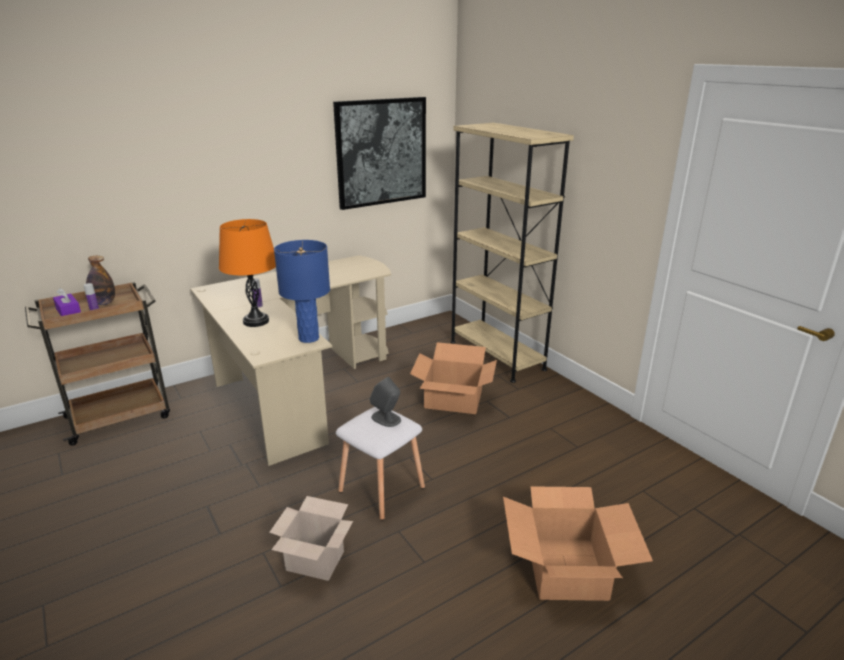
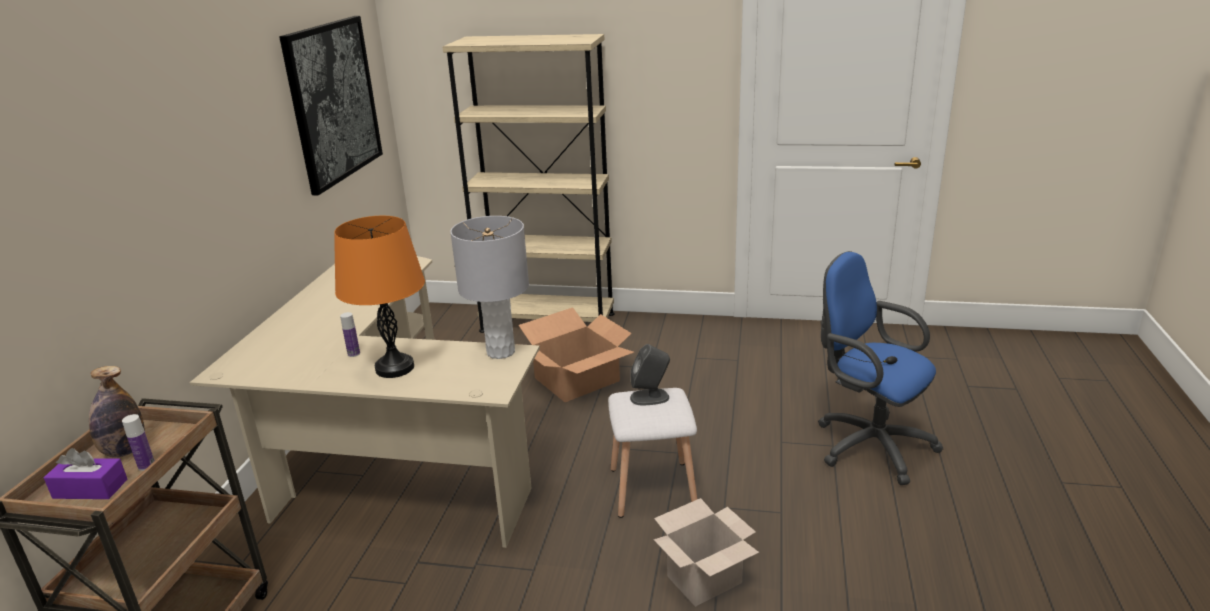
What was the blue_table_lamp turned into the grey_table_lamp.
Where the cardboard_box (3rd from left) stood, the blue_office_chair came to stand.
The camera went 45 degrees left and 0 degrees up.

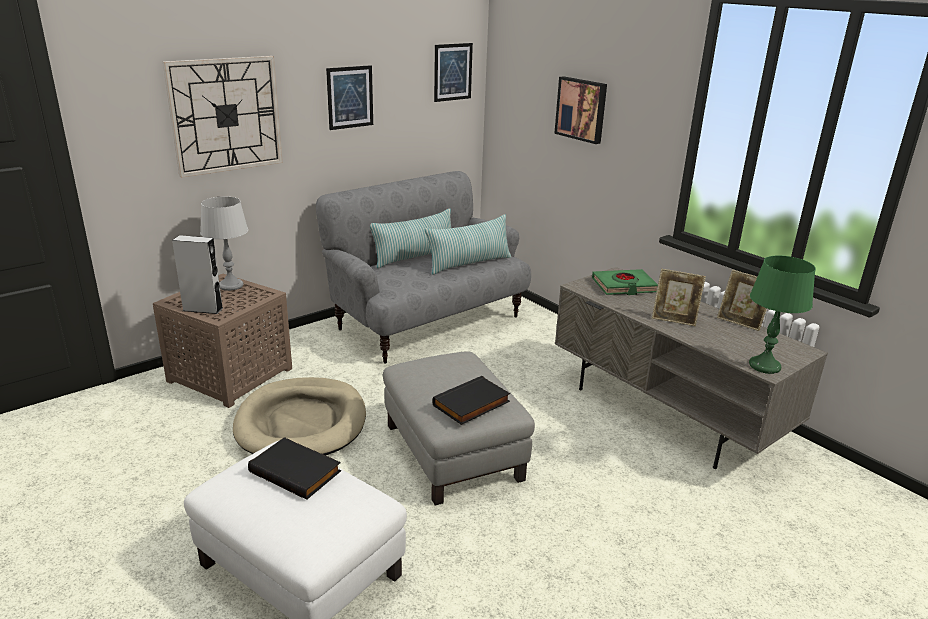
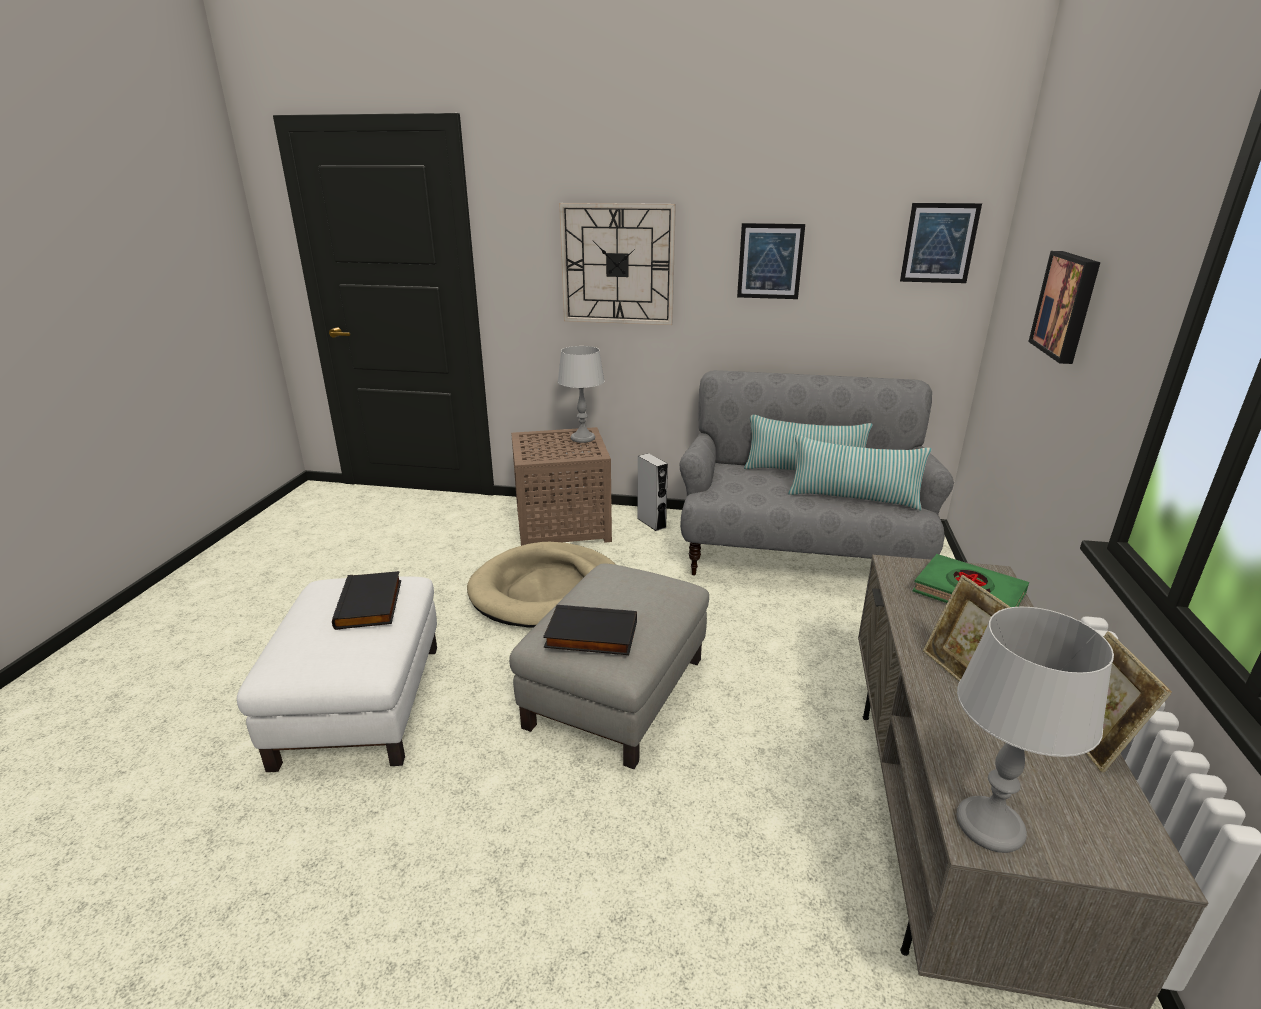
The grey_speaker ended up elsewhere.
What was the green_table_lamp turned into the grey_table_lamp (2nd from left).
The camera went 50 degrees right and 0 degrees up.

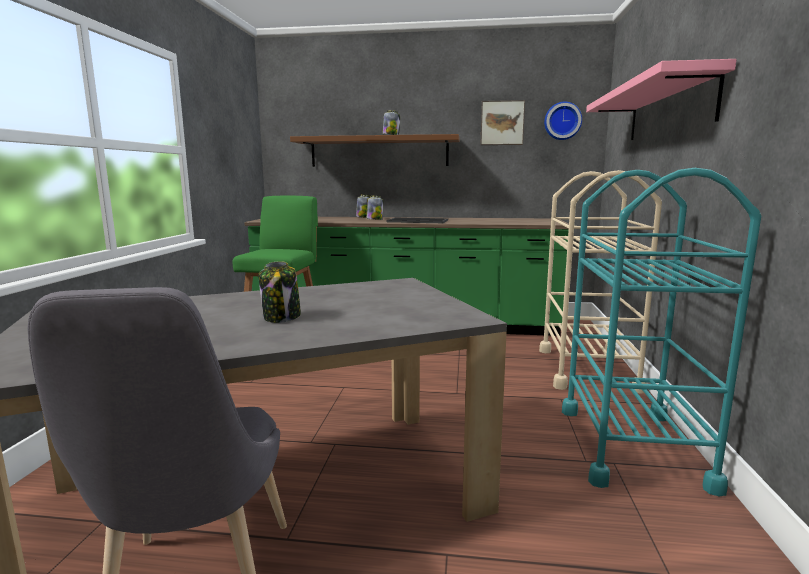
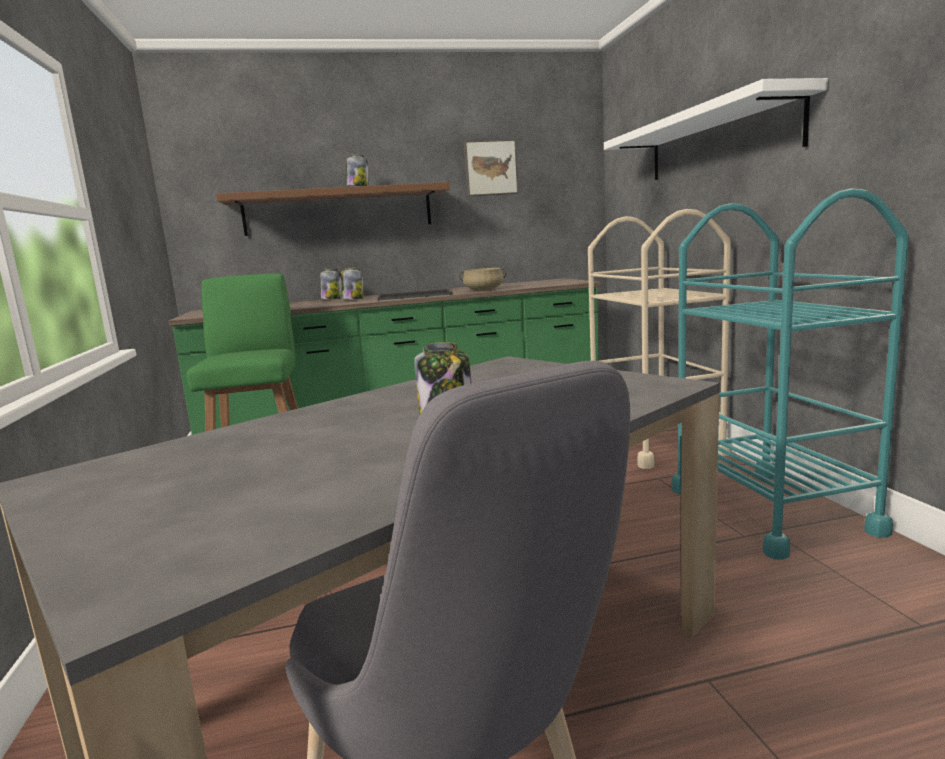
The second view lost the wall_clock.
What was the pink_shelf turned into the white_shelf.
The second view gained the beige_cooking_pot.
The camera went 20 degrees left and 0 degrees up.

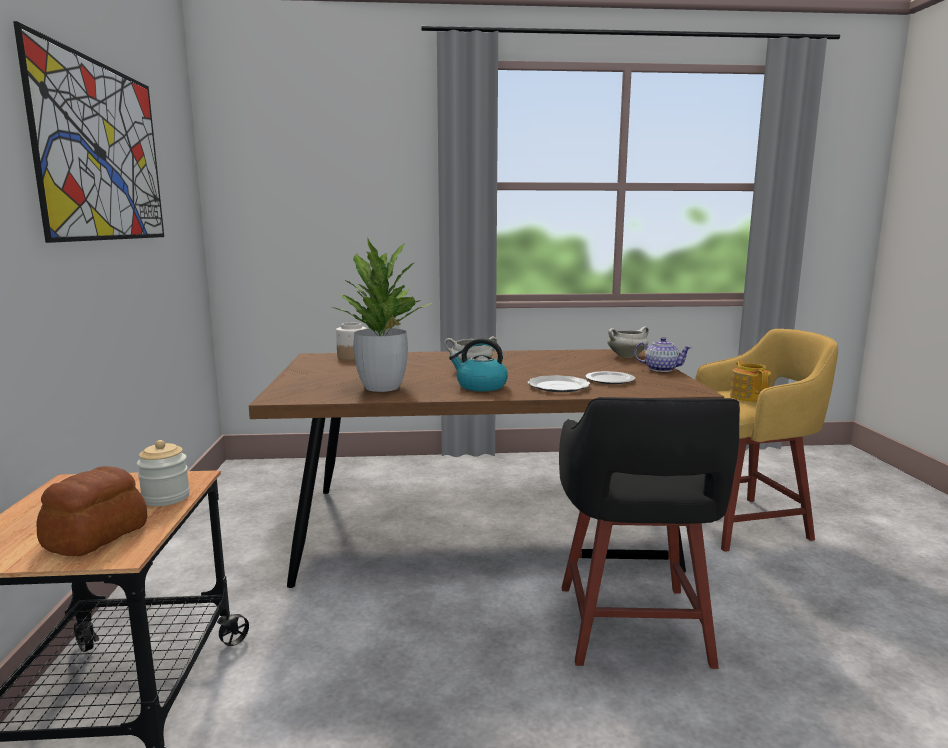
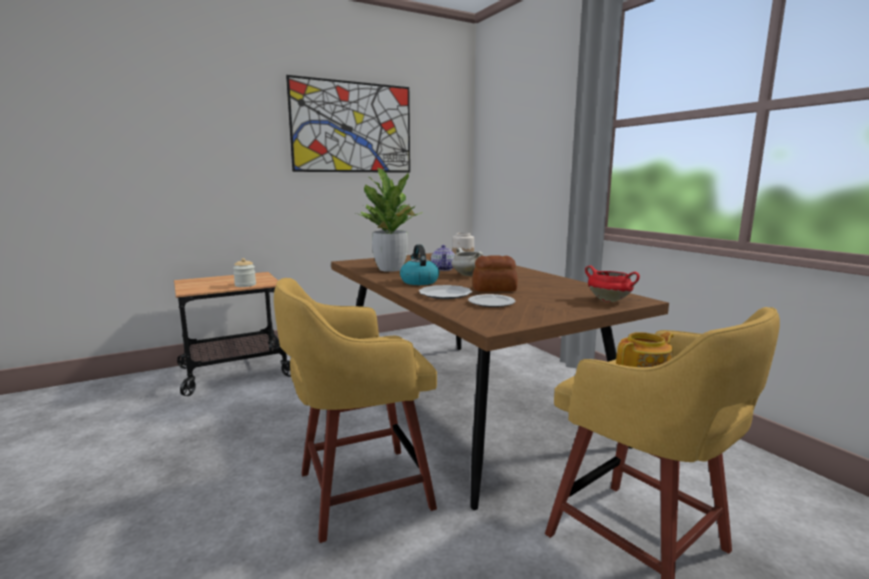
The bread ended up elsewhere.
What was the black_stool turned into the yellow_stool (1st from left).
What was the white_cooking_pot (2nd from left) turned into the red_cooking_pot.
The teapot (1st from left) ended up elsewhere.
The camera went 65 degrees right and 0 degrees up.

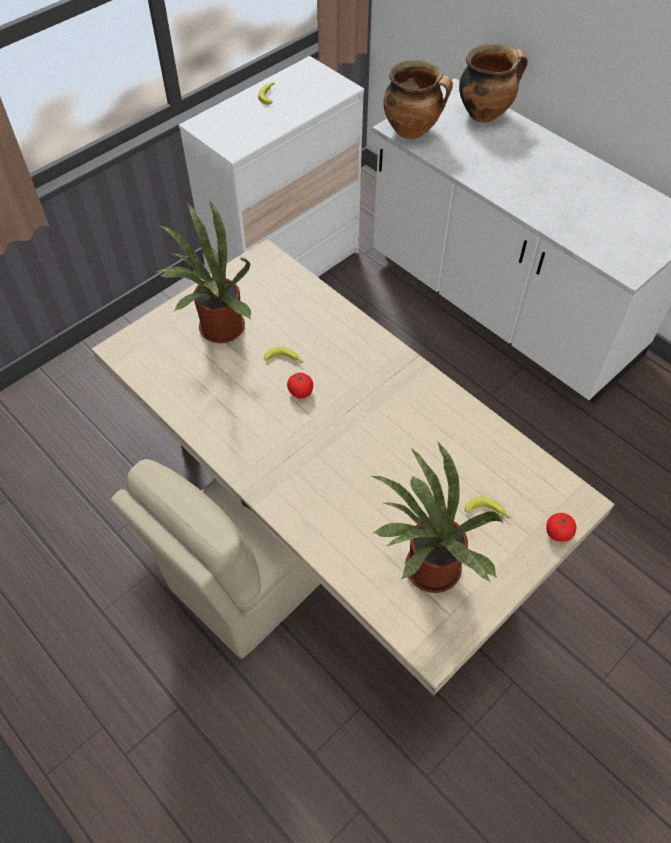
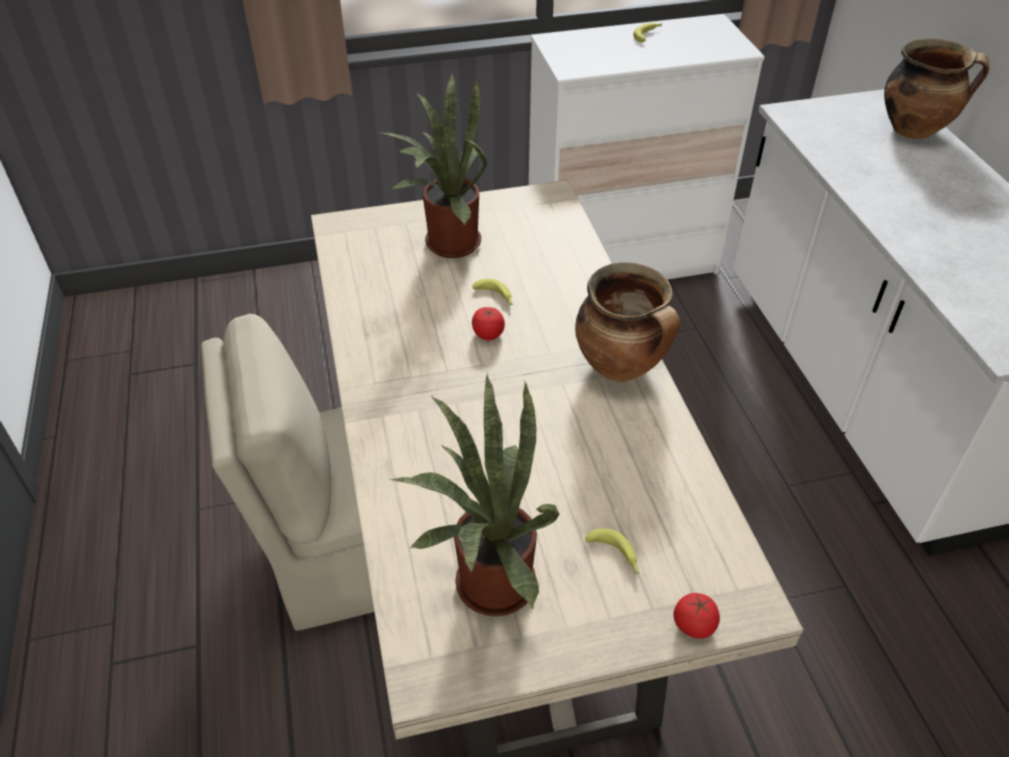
The cooking_pot (1st from left) ended up elsewhere.
The camera went 30 degrees right and 10 degrees down.

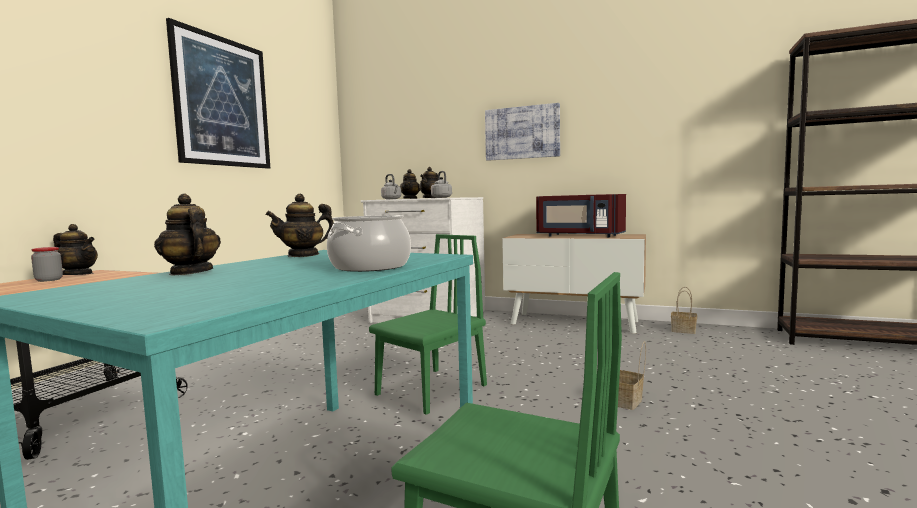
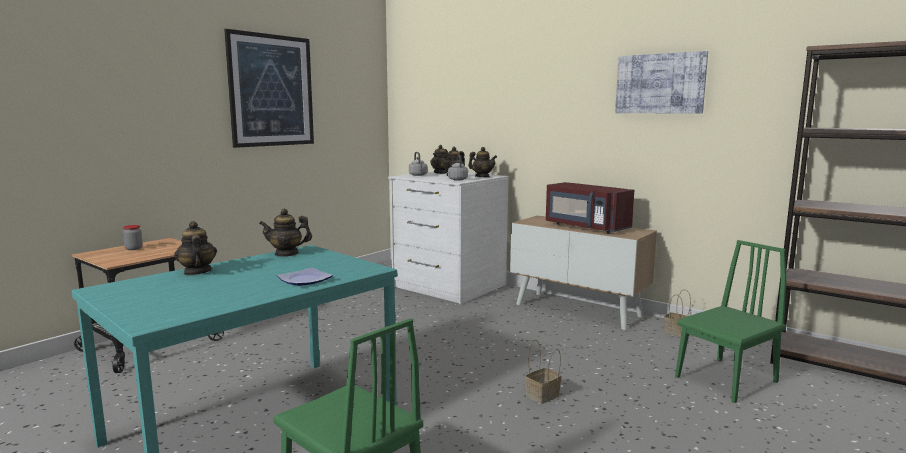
The teapot (1st from left in the first image) ended up elsewhere.
Where the cooking_pot stood, the plate came to stand.
The green_chair (1st from left in the first image) ended up elsewhere.
The picture (2nd from left) ended up elsewhere.
The camera went 15 degrees right and 5 degrees up.

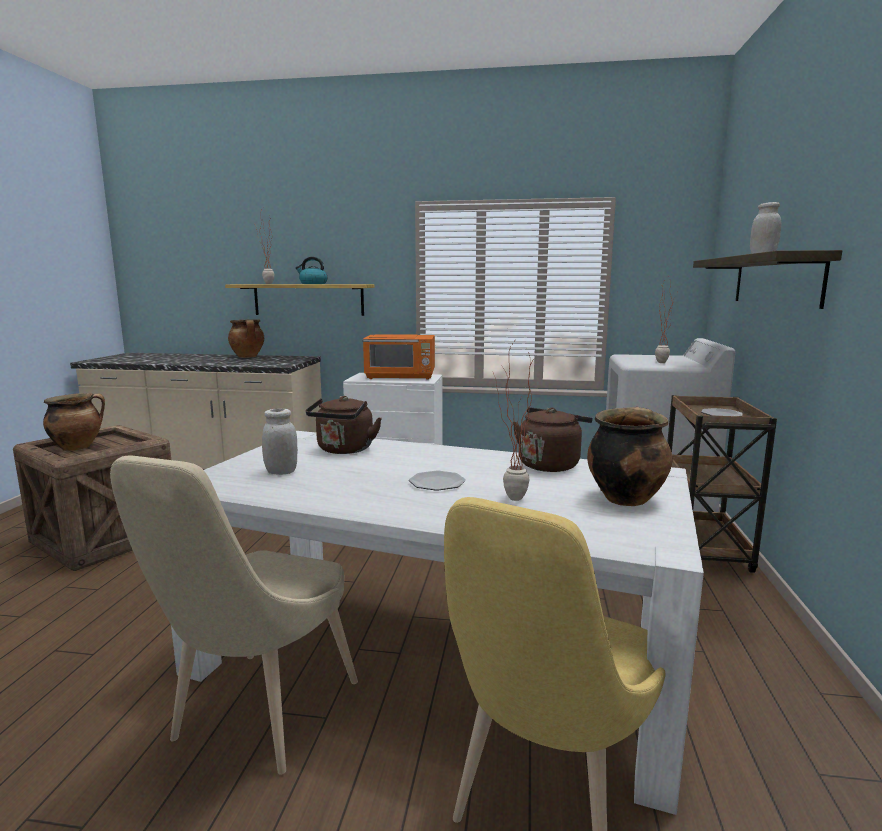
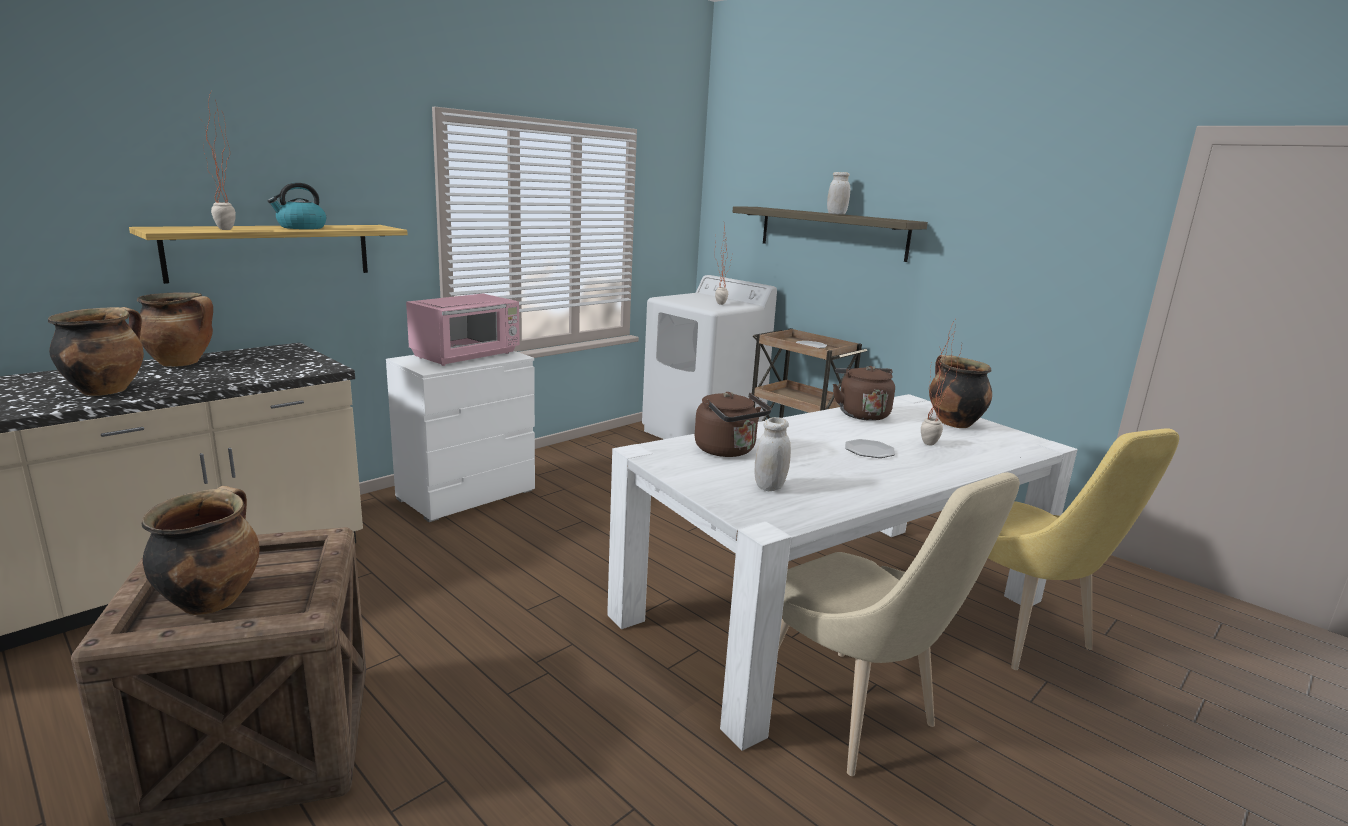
What was the orange_microwave turned into the pink_microwave.
The second view gained the cooking_pot (1st from left).
The camera went 55 degrees left and 5 degrees up.

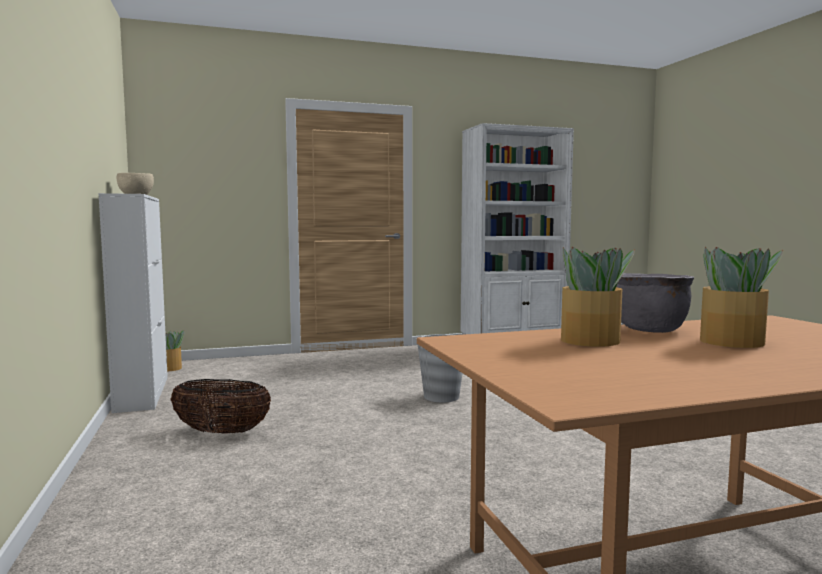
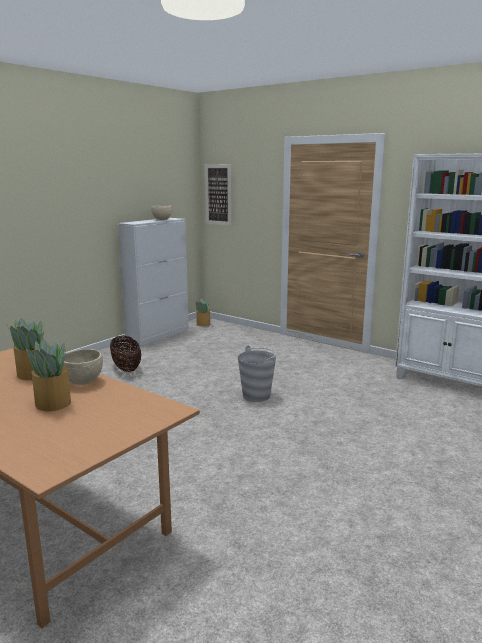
Where the grey_cooking_pot stood, the beige_bowl (1st from left) came to stand.
The second view gained the picture.
The camera went 55 degrees right and 10 degrees up.

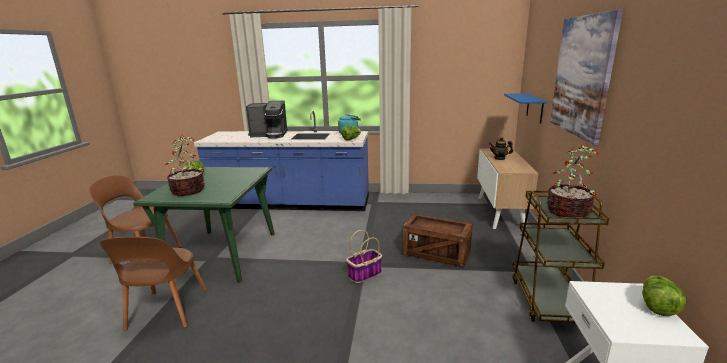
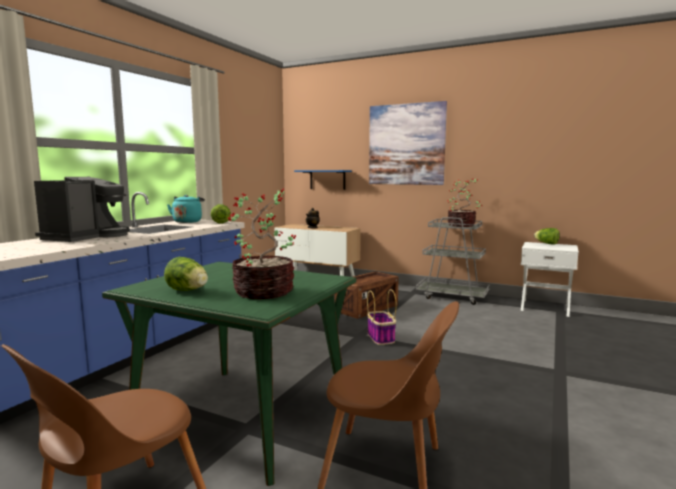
What was the brown_cart turned into the grey_cart.
The camera went 70 degrees left and 10 degrees down.

